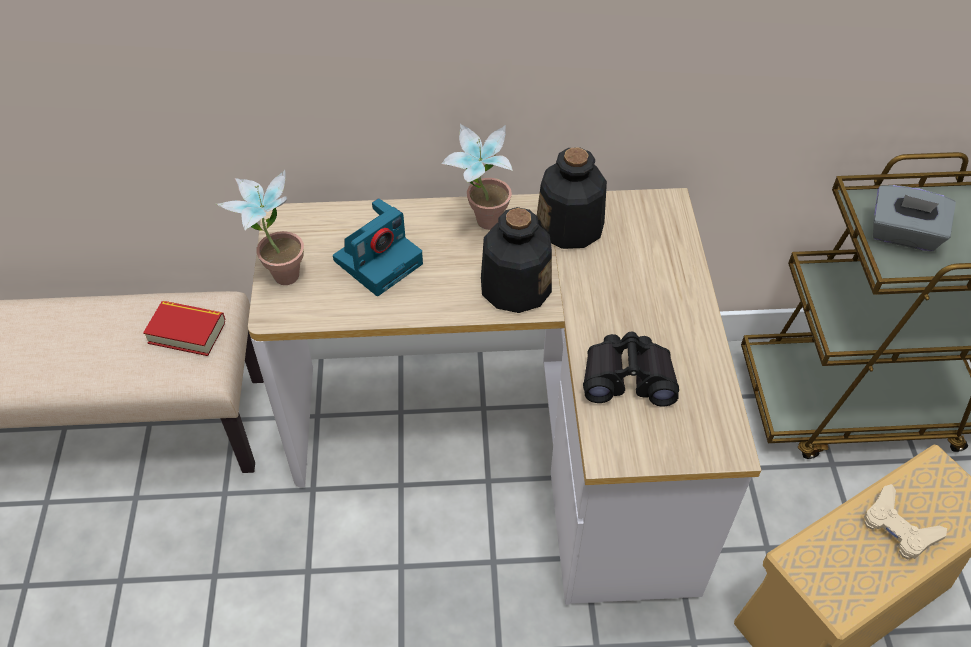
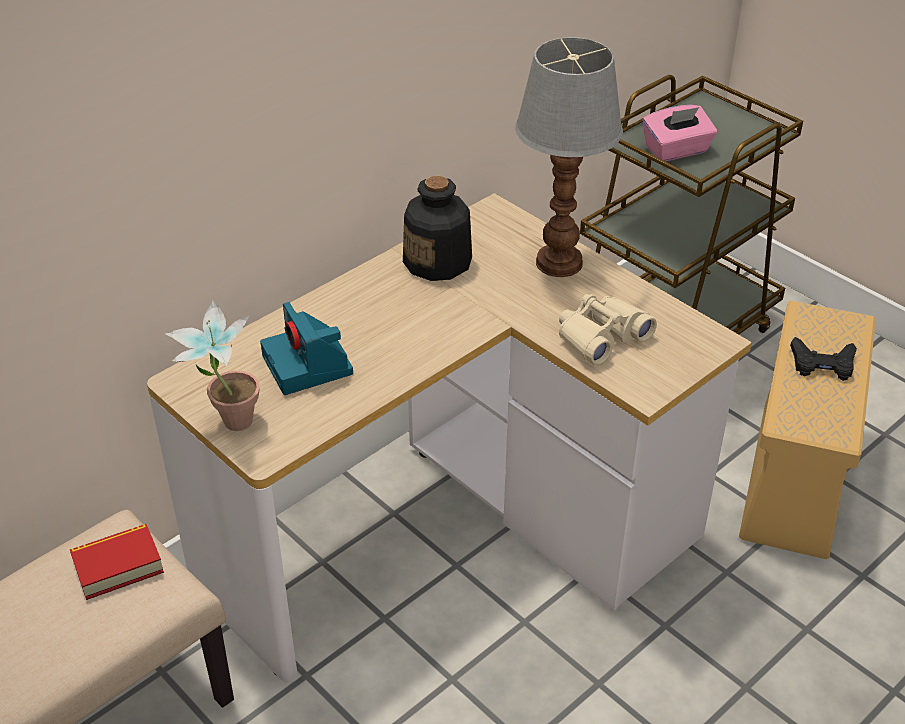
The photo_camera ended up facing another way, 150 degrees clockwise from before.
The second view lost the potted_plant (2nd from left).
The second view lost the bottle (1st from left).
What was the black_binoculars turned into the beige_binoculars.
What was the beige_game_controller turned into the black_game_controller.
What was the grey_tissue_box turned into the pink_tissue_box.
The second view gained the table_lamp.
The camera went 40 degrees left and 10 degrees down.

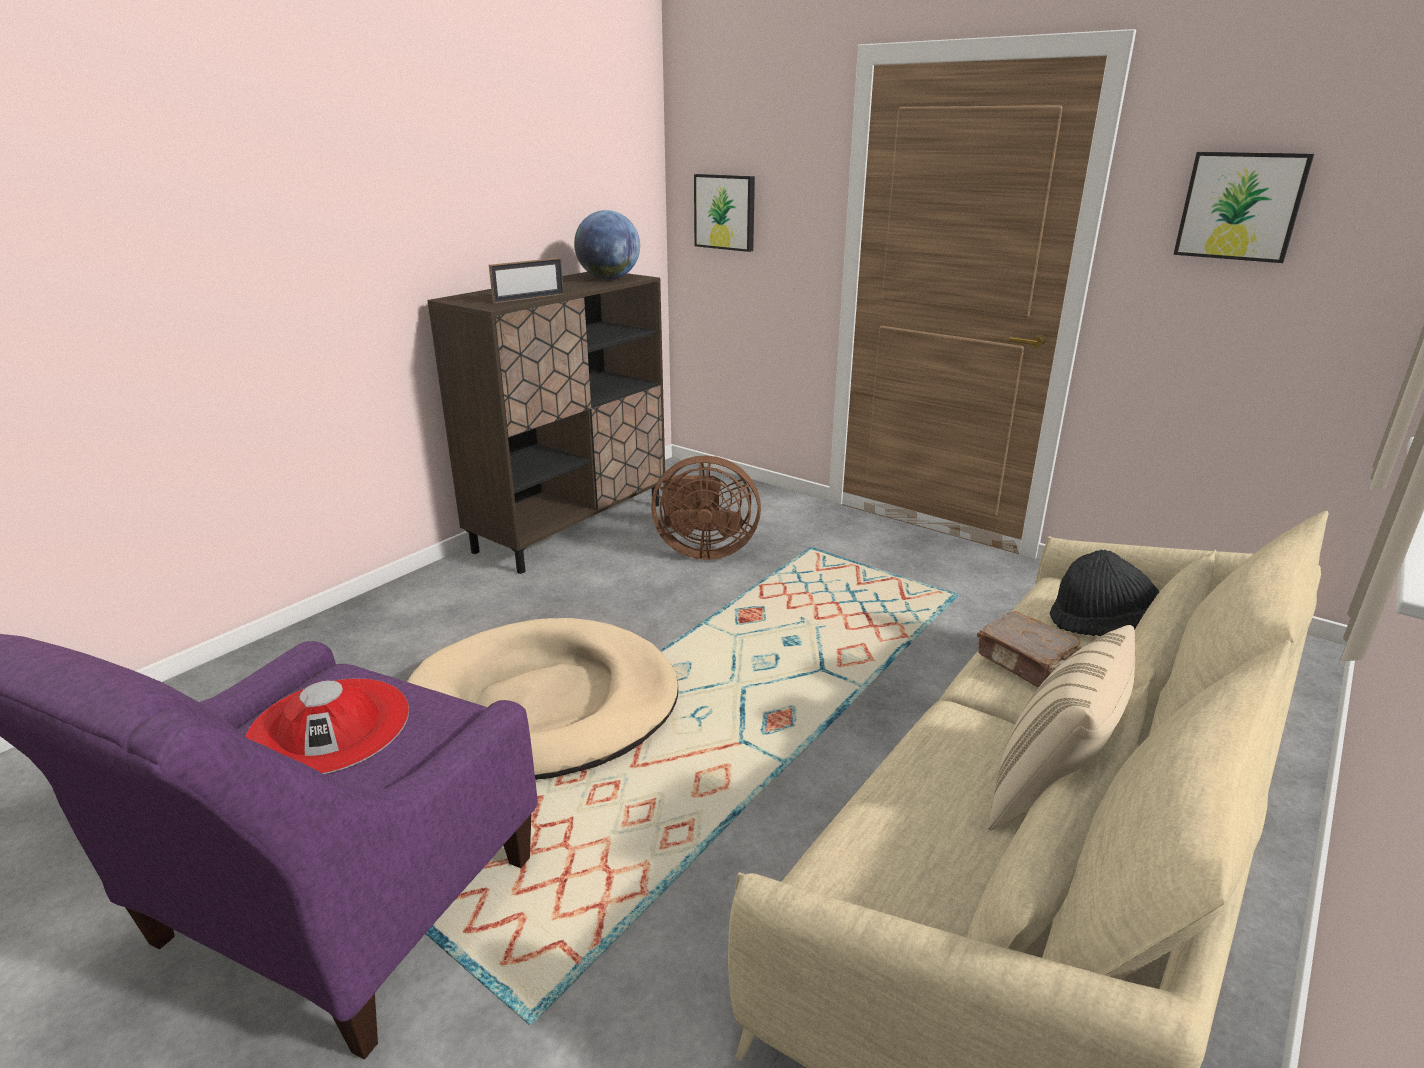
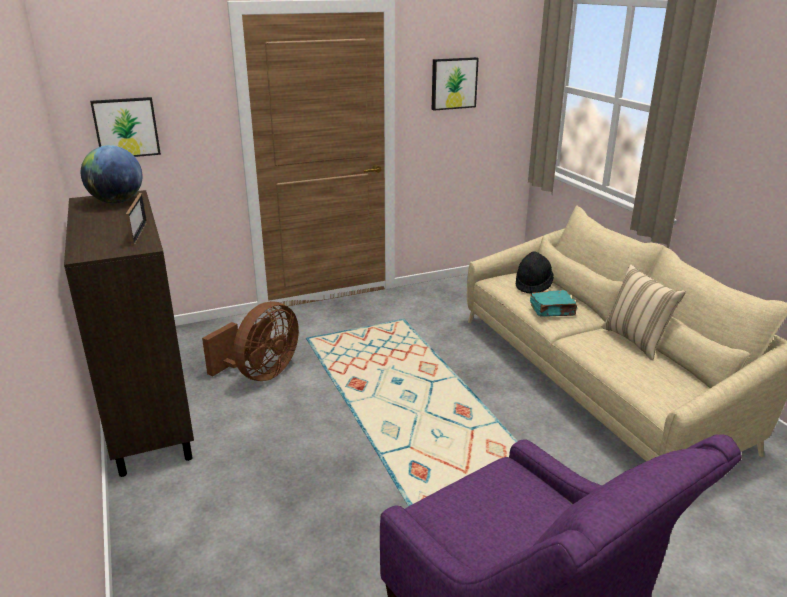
The second view lost the red_hat.
The second view lost the beige_dog_bed.
What was the brown_book turned into the turquoise_book.
The camera went 60 degrees left and 0 degrees up.

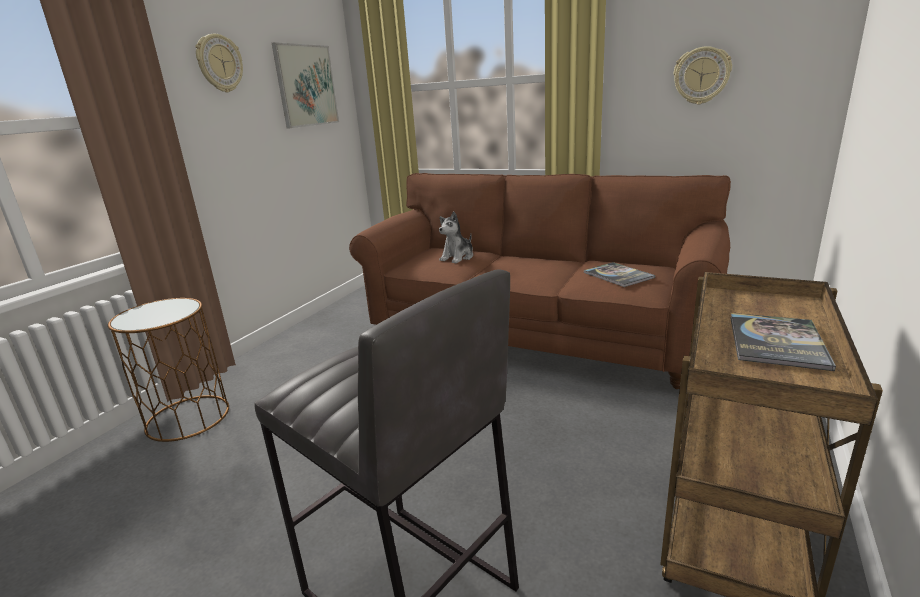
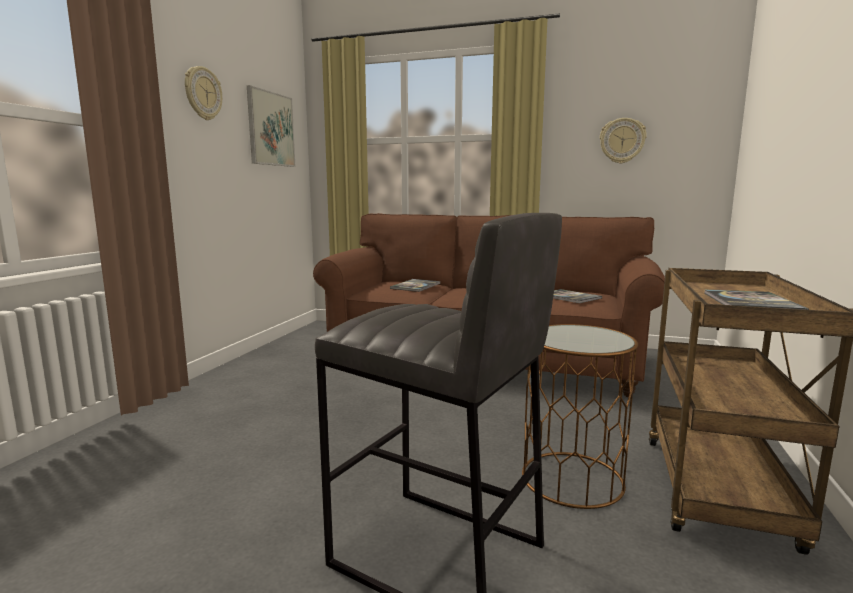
The brown_side_table ended up elsewhere.
Where the plush_toy stood, the book (1st from left) came to stand.
The camera went 10 degrees left and 10 degrees down.

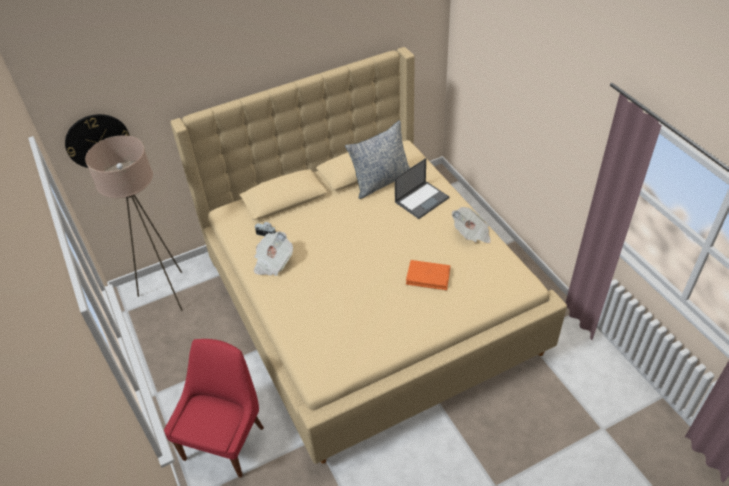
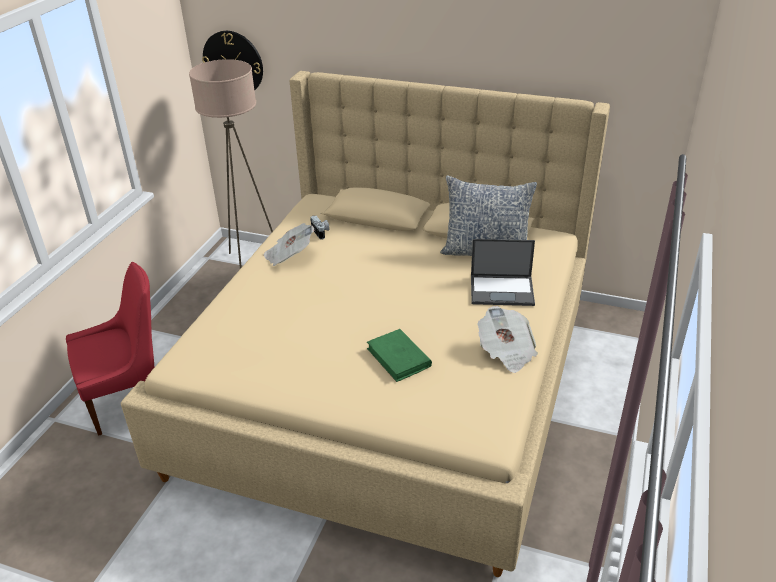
What was the orange_book turned into the green_book.
The camera went 45 degrees right and 10 degrees down.

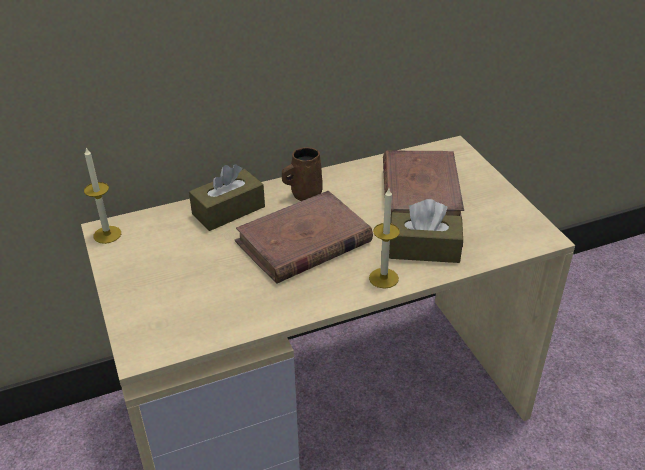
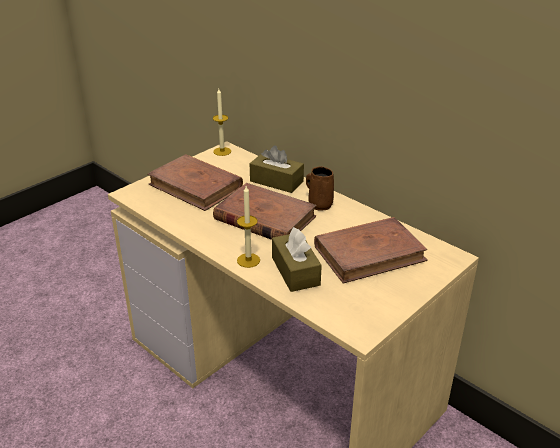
The second view gained the brown_book (1st from left).
The camera went 65 degrees right and 5 degrees down.

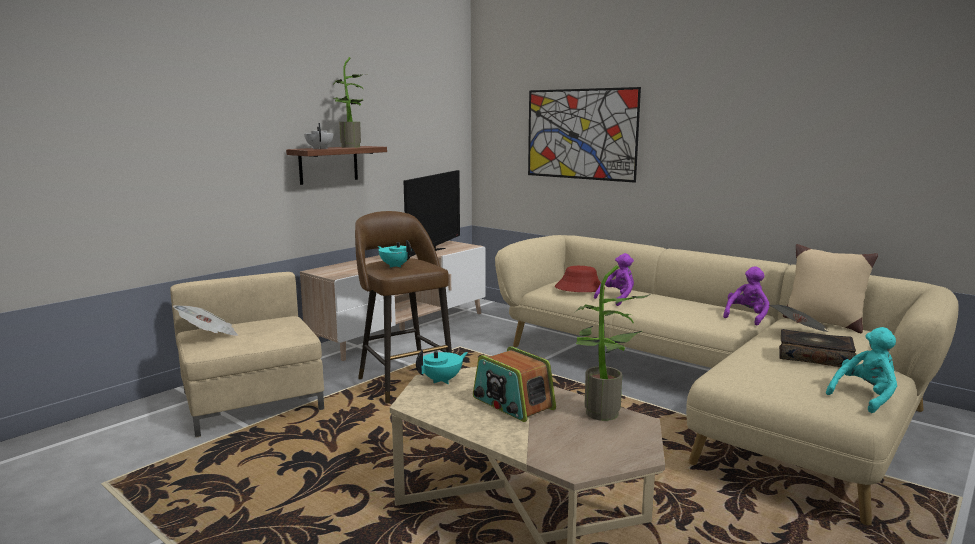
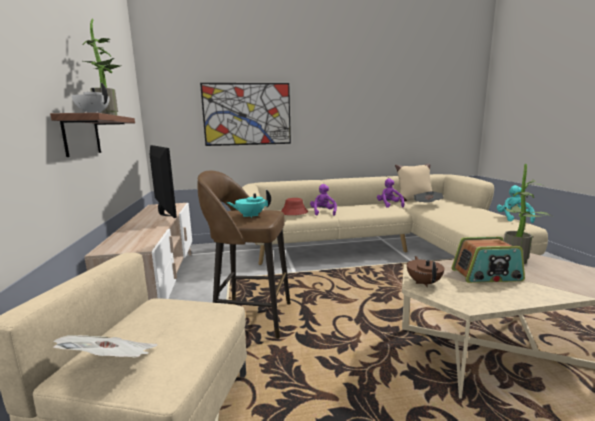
What was the turquoise_teapot (2nd from left) turned into the brown_teapot.
The second view lost the book.
The camera went 50 degrees left and 0 degrees up.

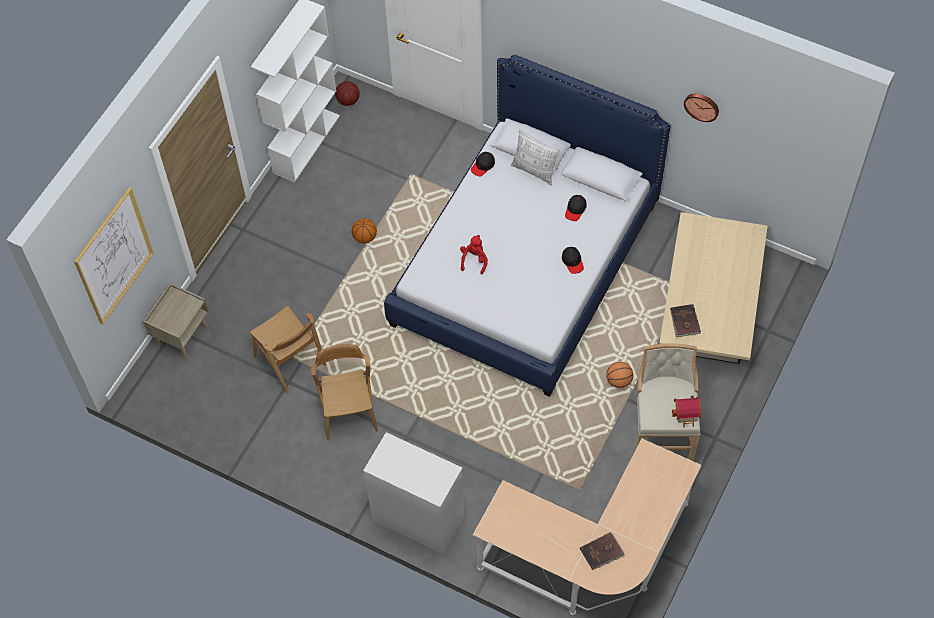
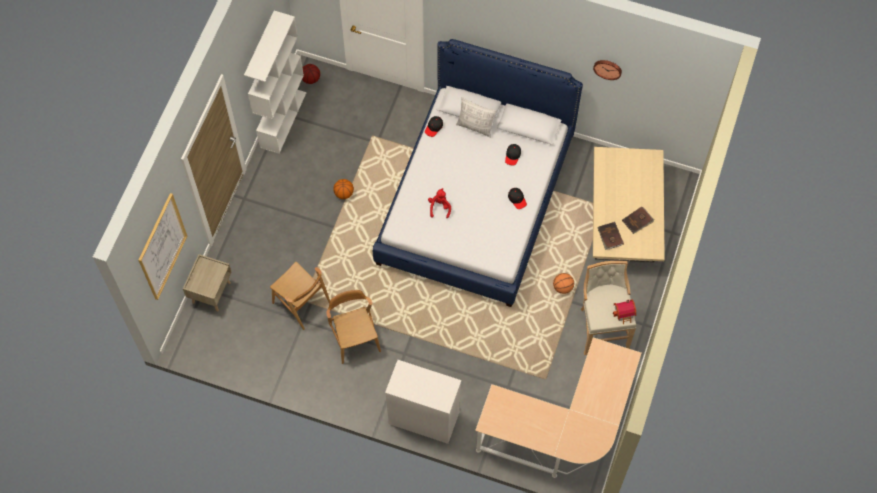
The brown_book (1st from left in the first image) ended up elsewhere.
The camera went 10 degrees left and 5 degrees up.

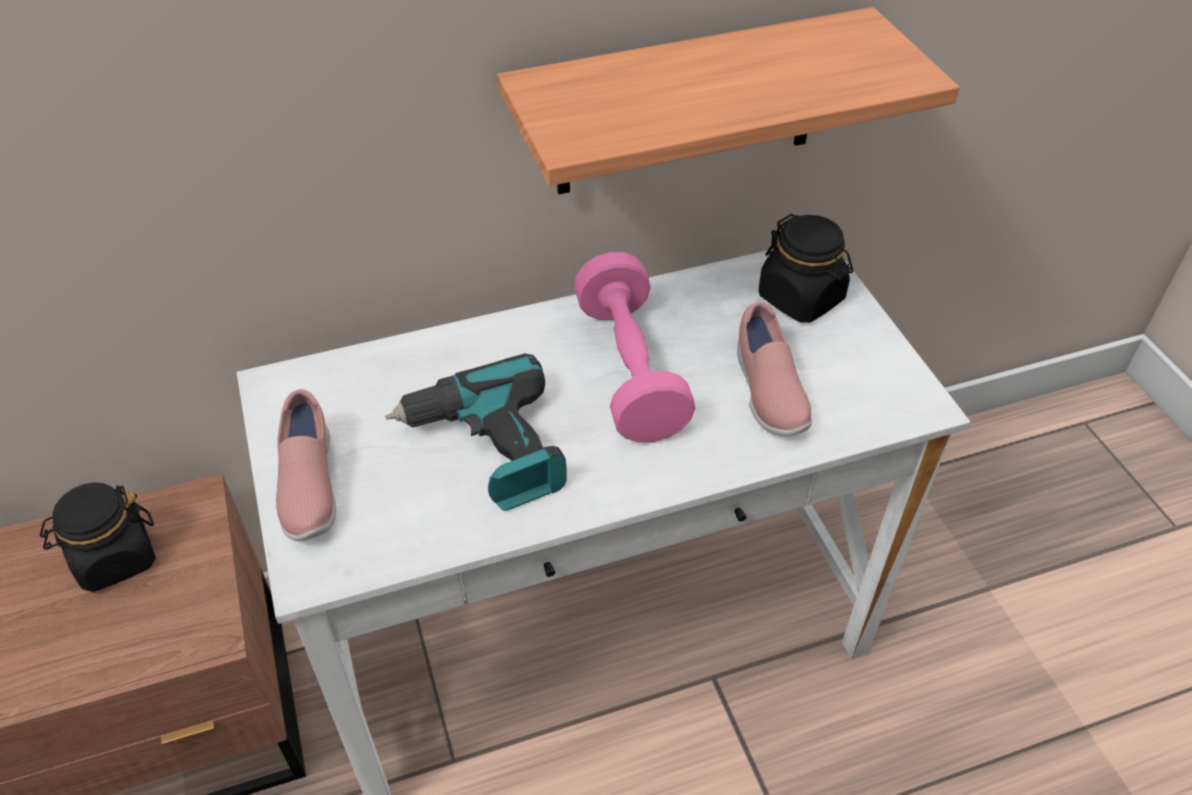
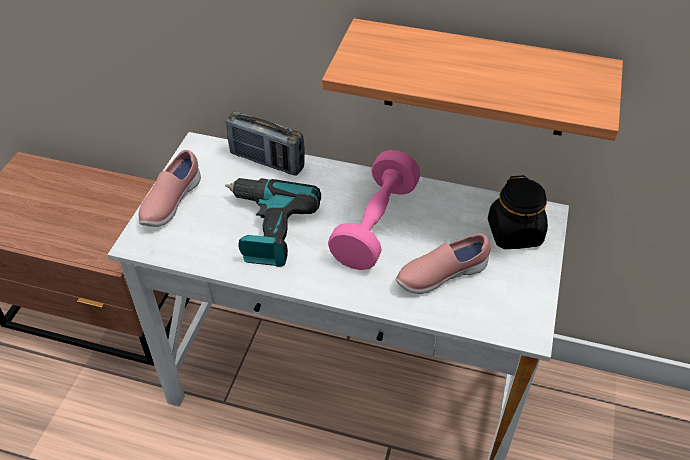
The second view lost the black_jar (1st from left).
The pink_shoe (2nd from left) ended up facing another way, 45 degrees clockwise from before.
The second view gained the radio.
The camera went 35 degrees right and 0 degrees up.

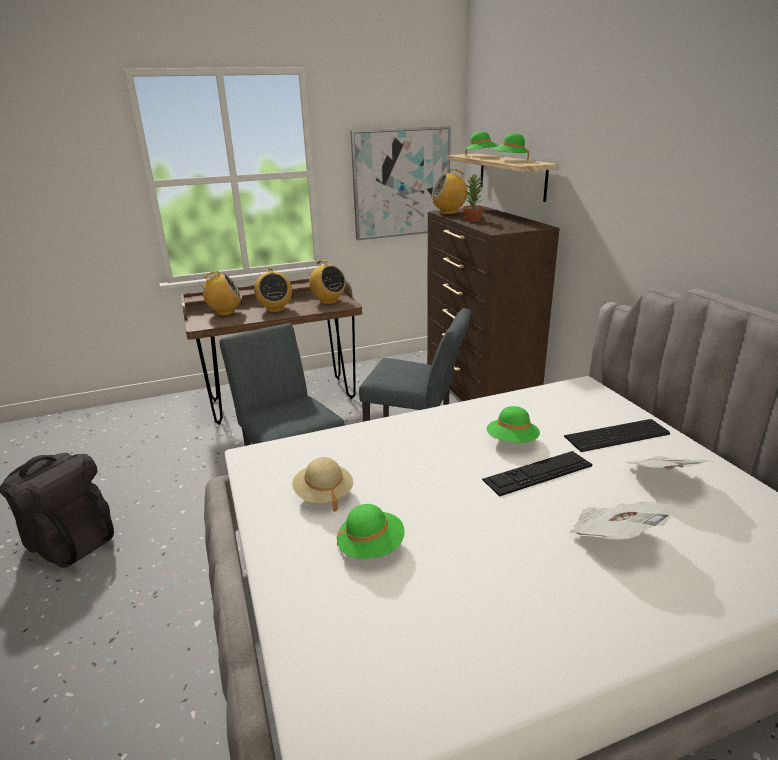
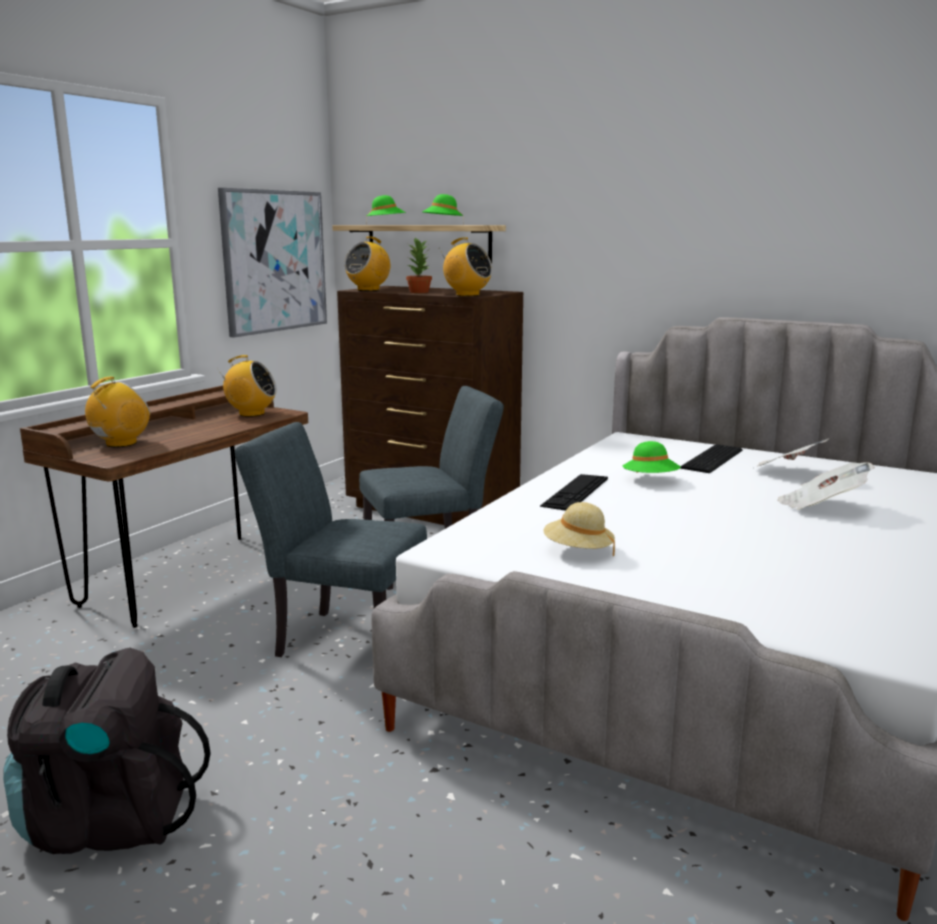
The radio (2nd from left in the first image) ended up elsewhere.
The second view lost the green_hat (1st from left).
The keyboard (1st from left) ended up elsewhere.
The camera went 40 degrees left and 10 degrees down.

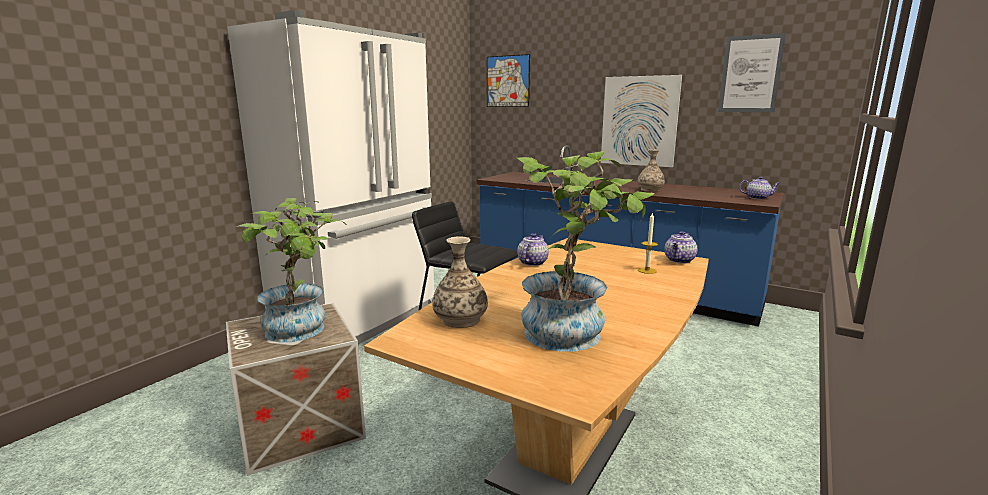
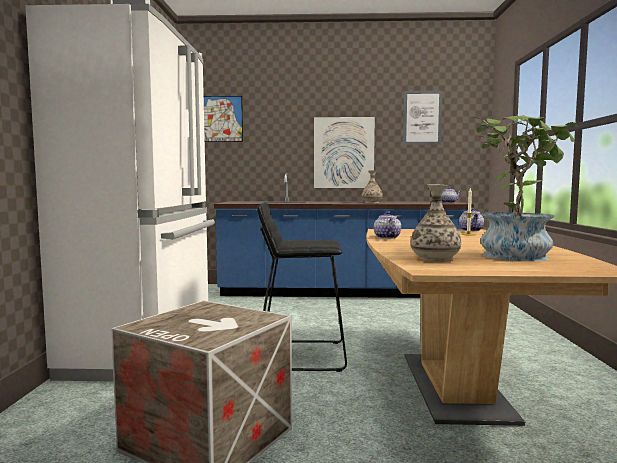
The second view lost the potted_plant (1st from left).
The camera went 30 degrees left and 10 degrees down.

